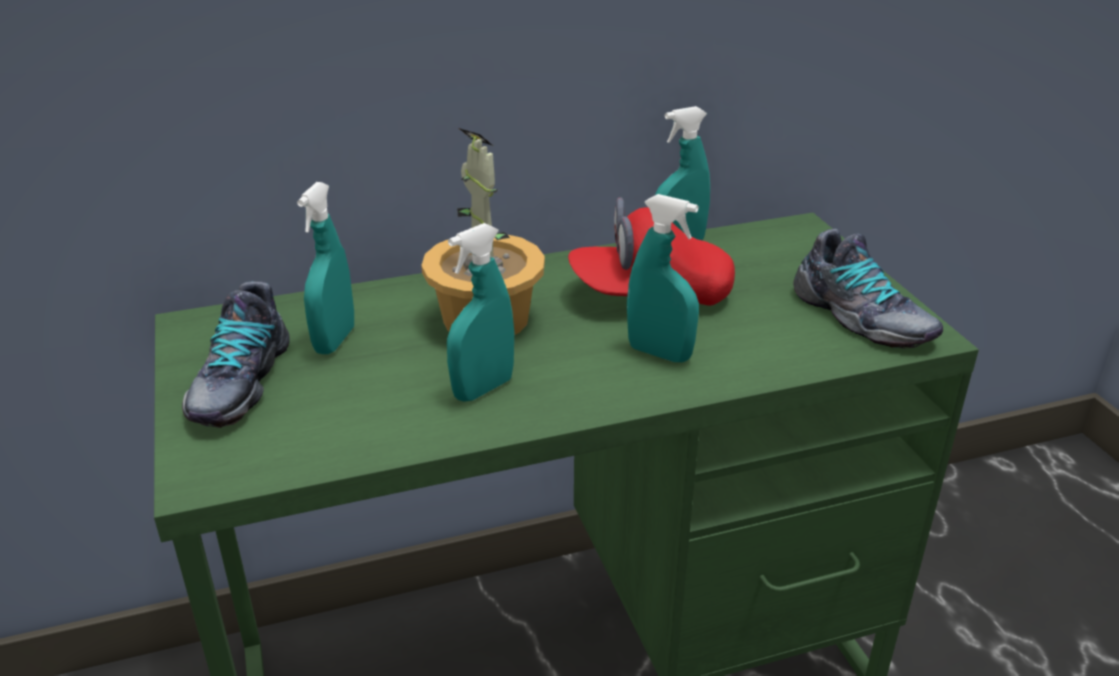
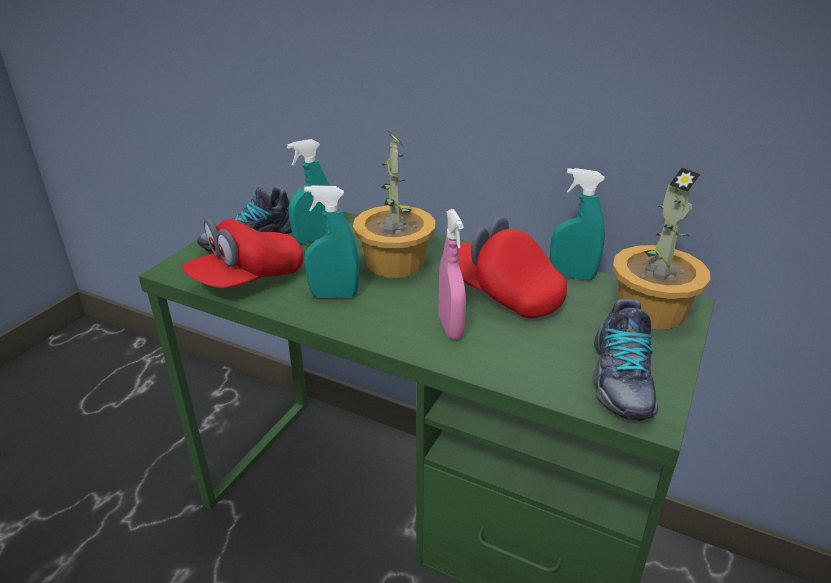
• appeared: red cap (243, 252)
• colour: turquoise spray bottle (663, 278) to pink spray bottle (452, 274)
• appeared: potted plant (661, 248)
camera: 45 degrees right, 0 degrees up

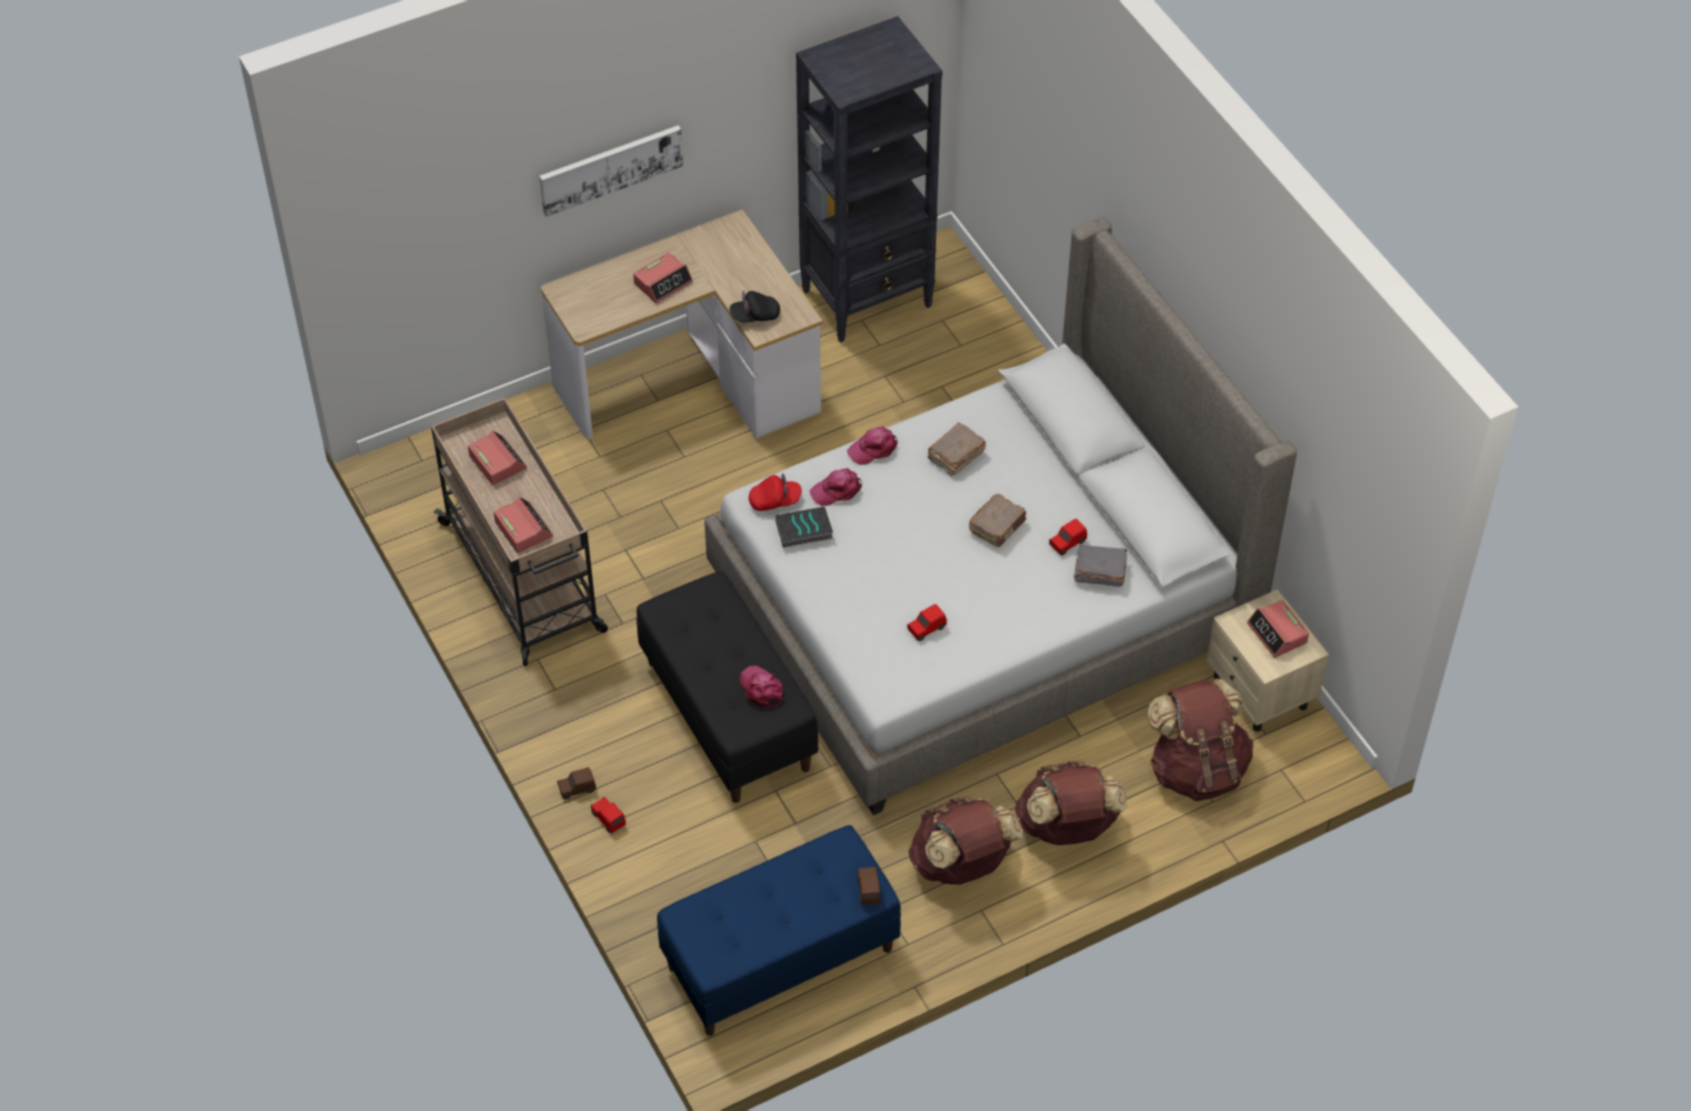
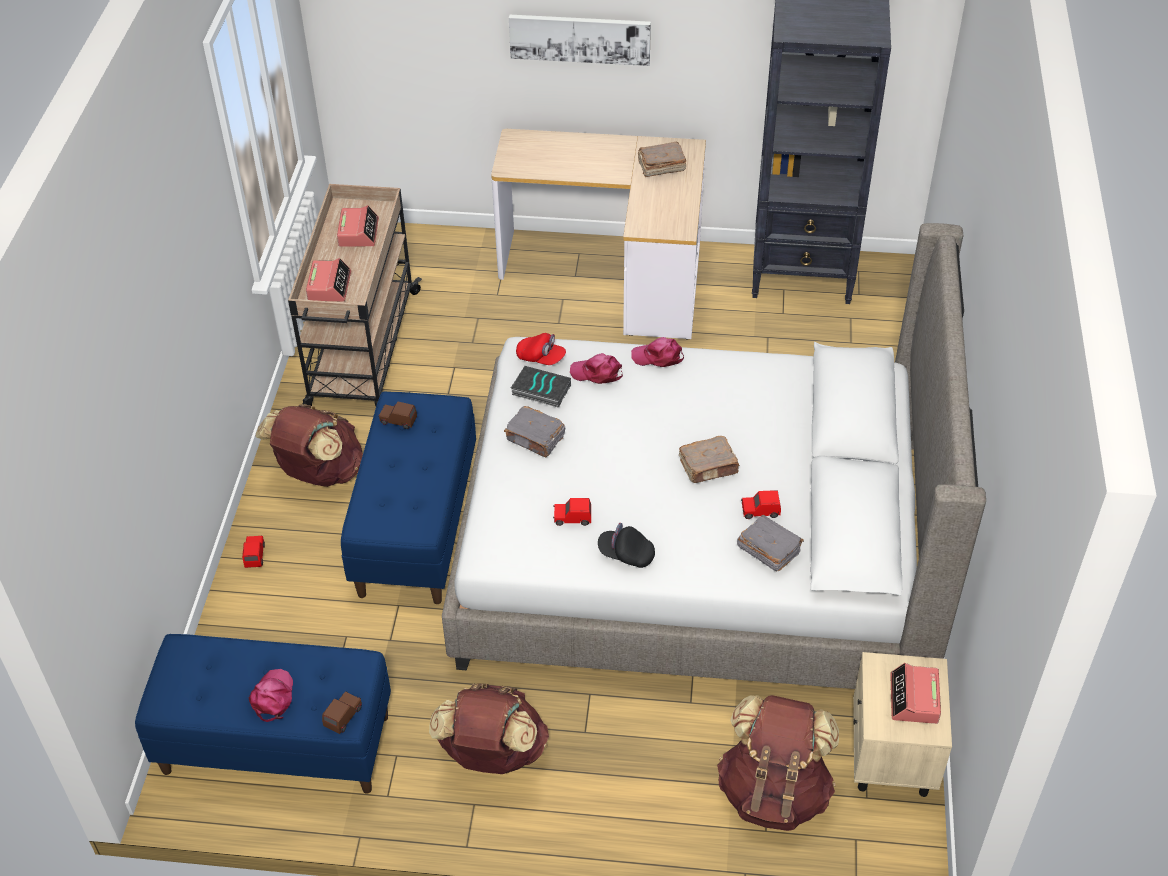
• relocated: pink cap (763, 687) to (271, 695)
• relocated: brown backpack (1071, 803) to (309, 445)
• colour: black bench (727, 687) to blue bench (408, 498)
• relocated: brown toy car (576, 783) to (398, 415)
• appeared: grey book (534, 432)
• relocated: black cap (754, 307) to (626, 545)
• relocated: brown book (957, 449) to (662, 159)
• missing: alarm clock (663, 278)
camera: 35 degrees right, 5 degrees down

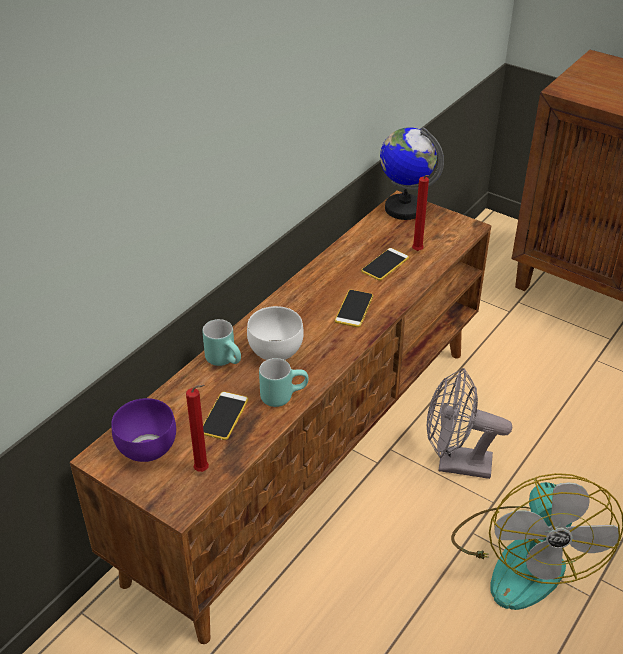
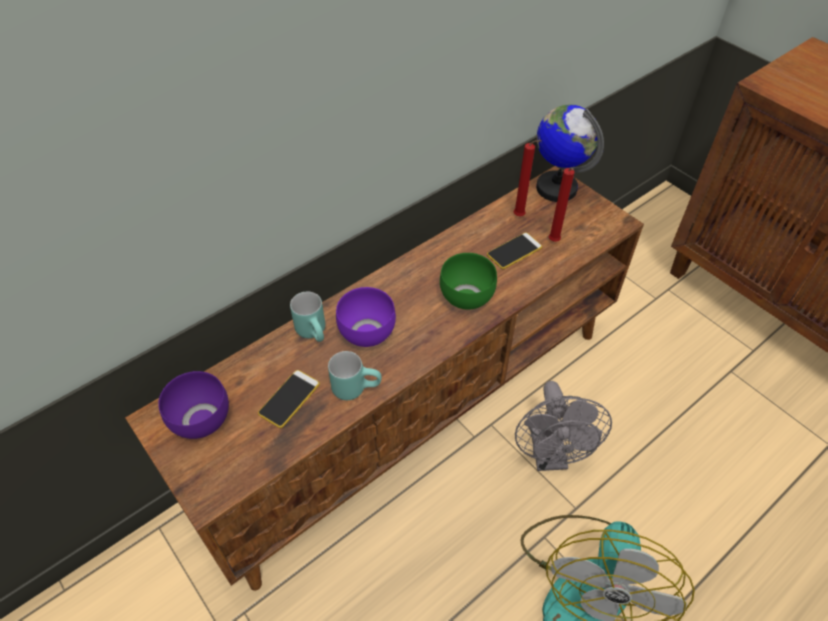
• colour: white bowl (275, 333) to purple bowl (366, 317)
• exchanged: phone (354, 308) to green bowl (468, 281)
• relocated: red candle (197, 428) to (528, 178)
• spun: grey fan (469, 423) = (563, 426) 120 degrees counterclockwise
camera: 15 degrees right, 10 degrees up

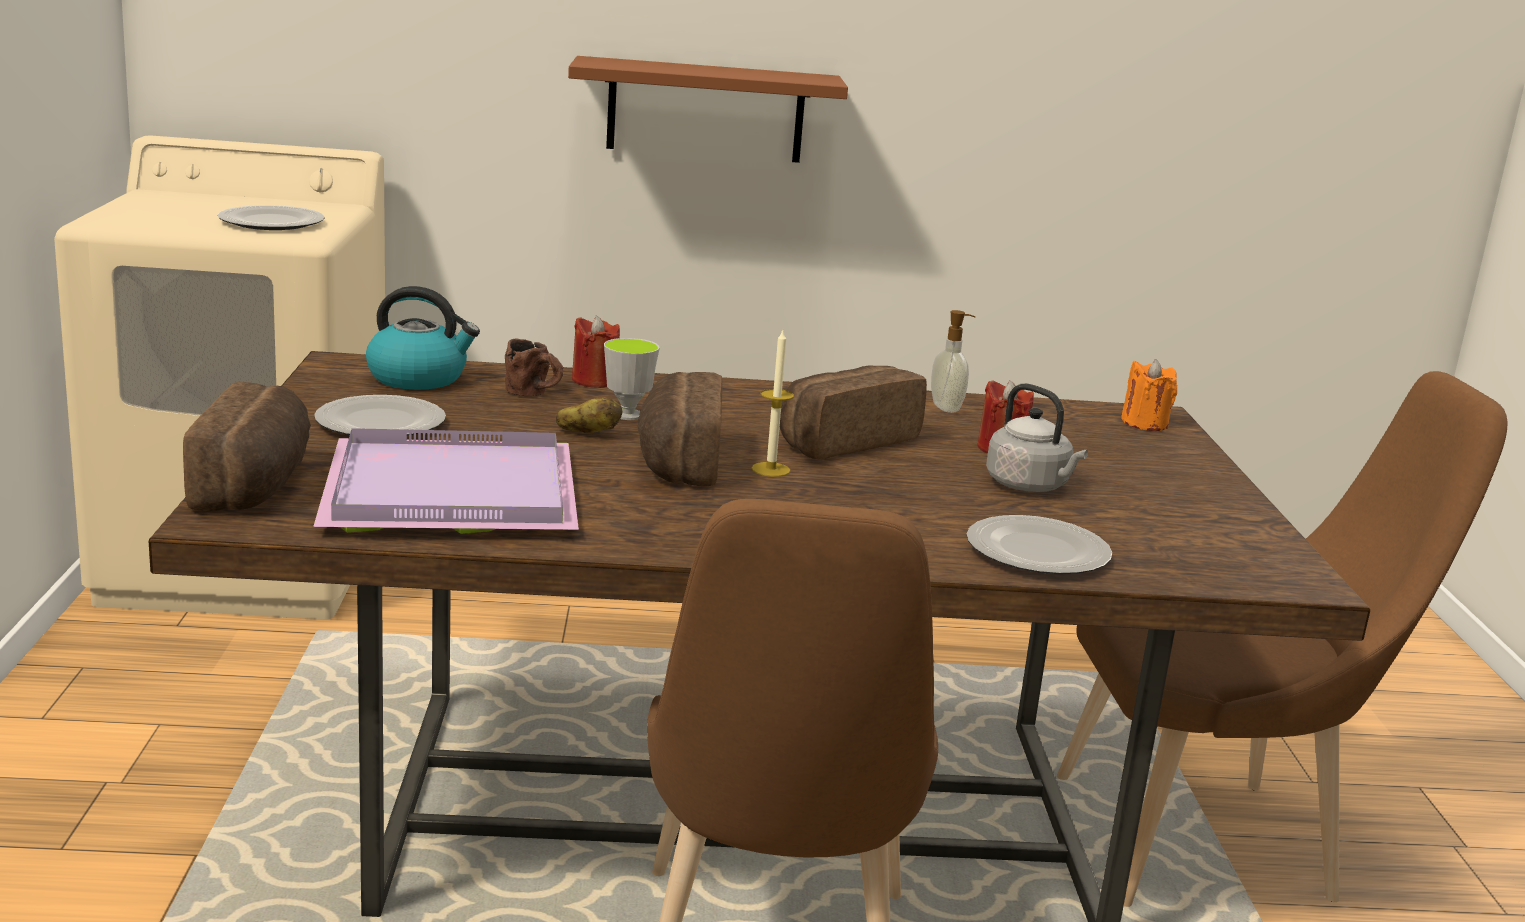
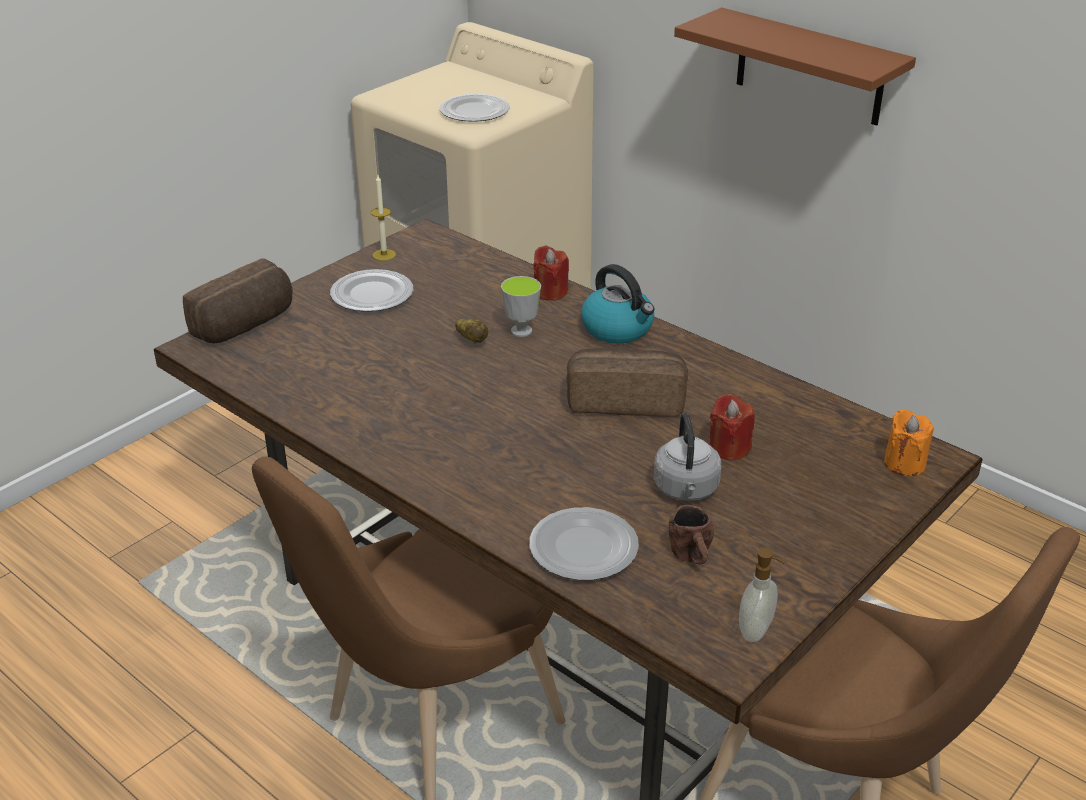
• relocated: candle (772, 403) to (383, 218)
• relocated: kettle (423, 338) to (617, 304)
• relocated: brown mug (534, 367) to (691, 535)
• relocated: soap dispenser (953, 361) to (762, 595)
• missing: purple tray (446, 481)
• missing: bread (680, 429)
camera: 45 degrees right, 15 degrees up

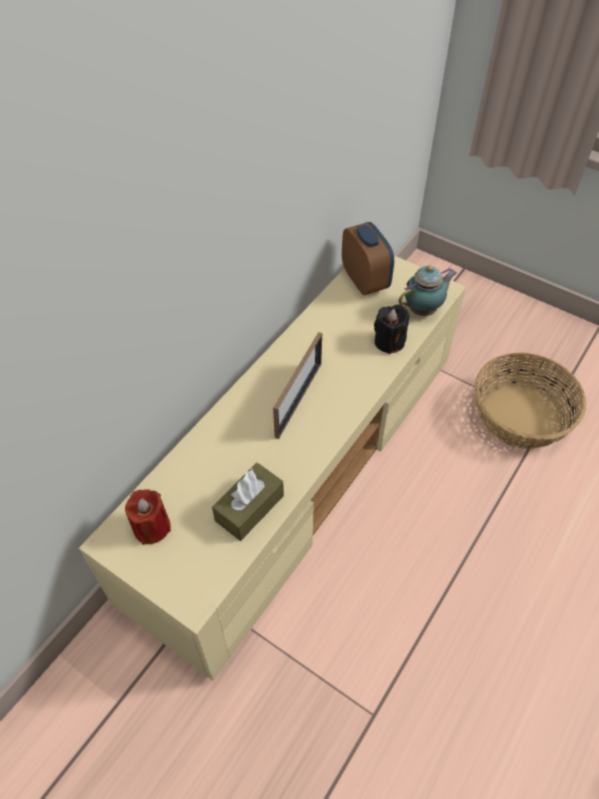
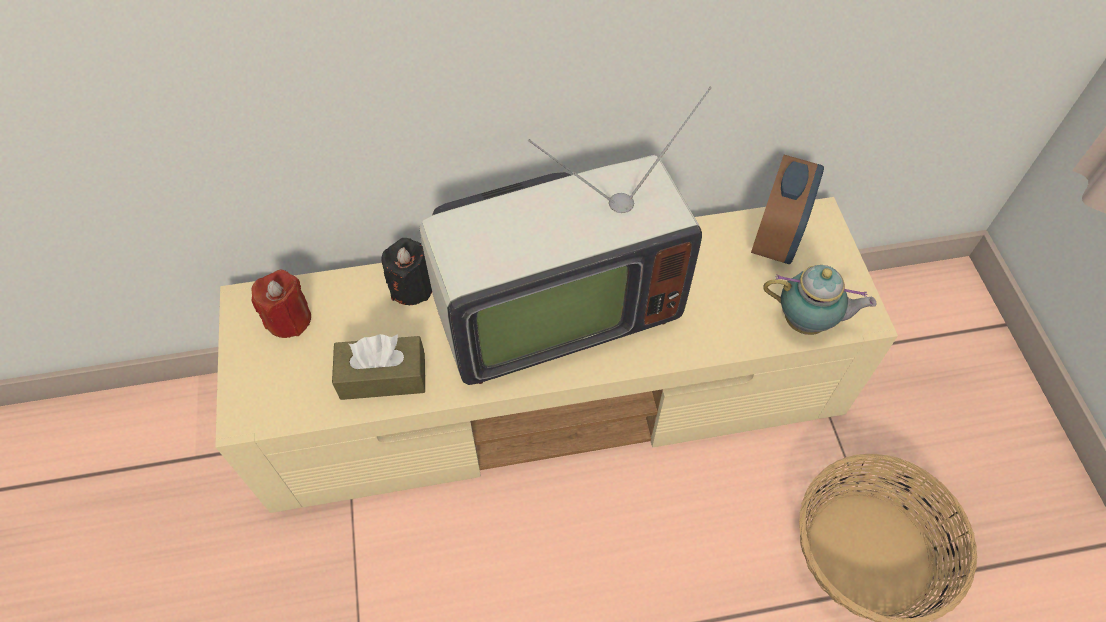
• relocated: black candle (391, 329) to (406, 271)
• exchanged: picture frame (297, 385) to television (565, 236)
camera: 45 degrees right, 5 degrees up

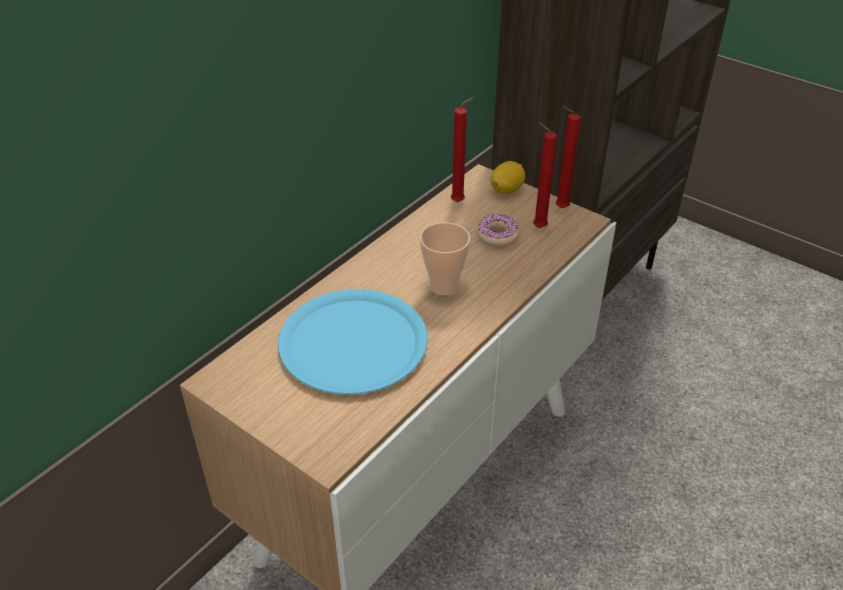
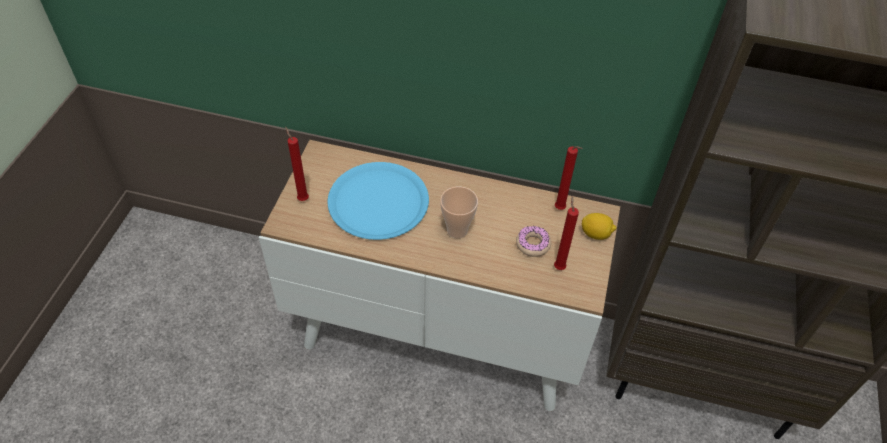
• relocated: red candle (568, 157) to (297, 164)
camera: 65 degrees right, 10 degrees up

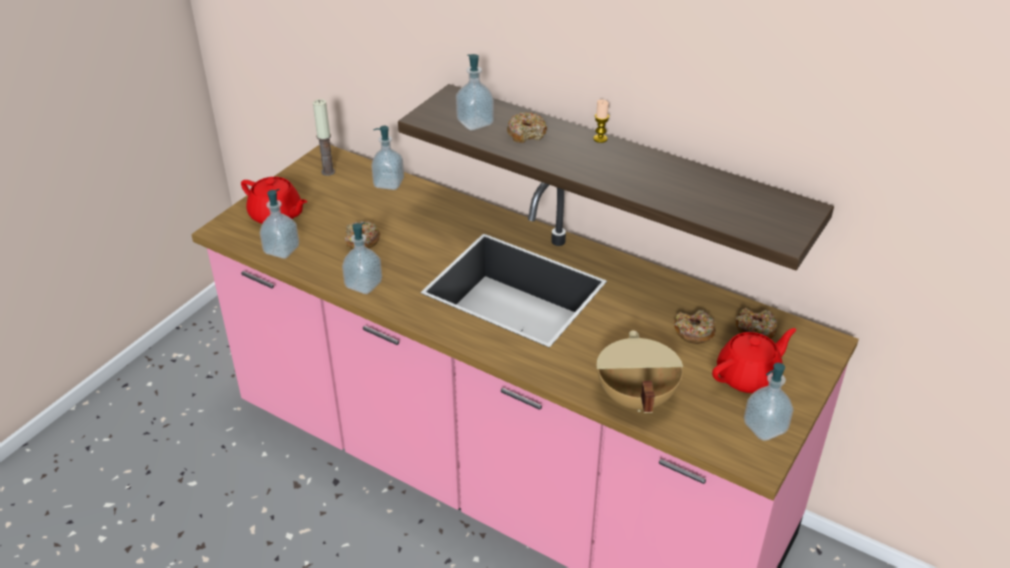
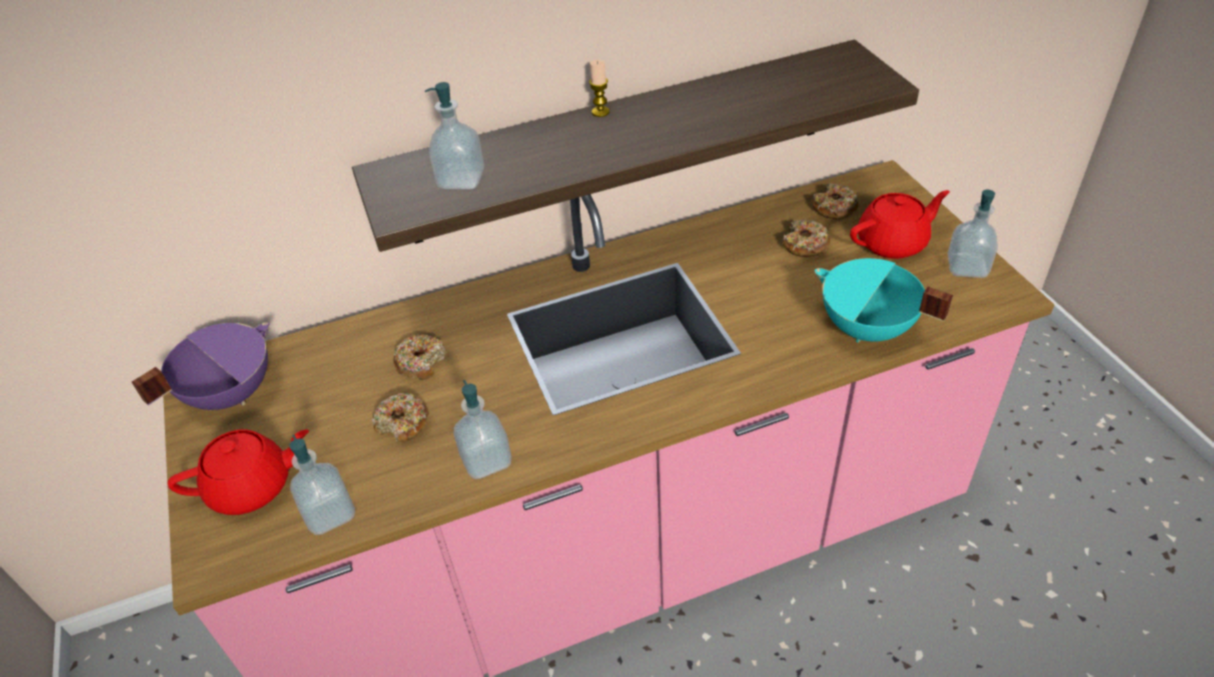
• exchanged: candle (324, 137) to purple cooking pot (201, 366)
• relocated: donut (527, 127) to (420, 357)
• colour: beige cooking pot (640, 371) to turquoise cooking pot (884, 300)
• spun: red teapot (754, 360) = (900, 224) 60 degrees clockwise
• missing: soap dispenser (387, 158)
camera: 50 degrees left, 5 degrees up

